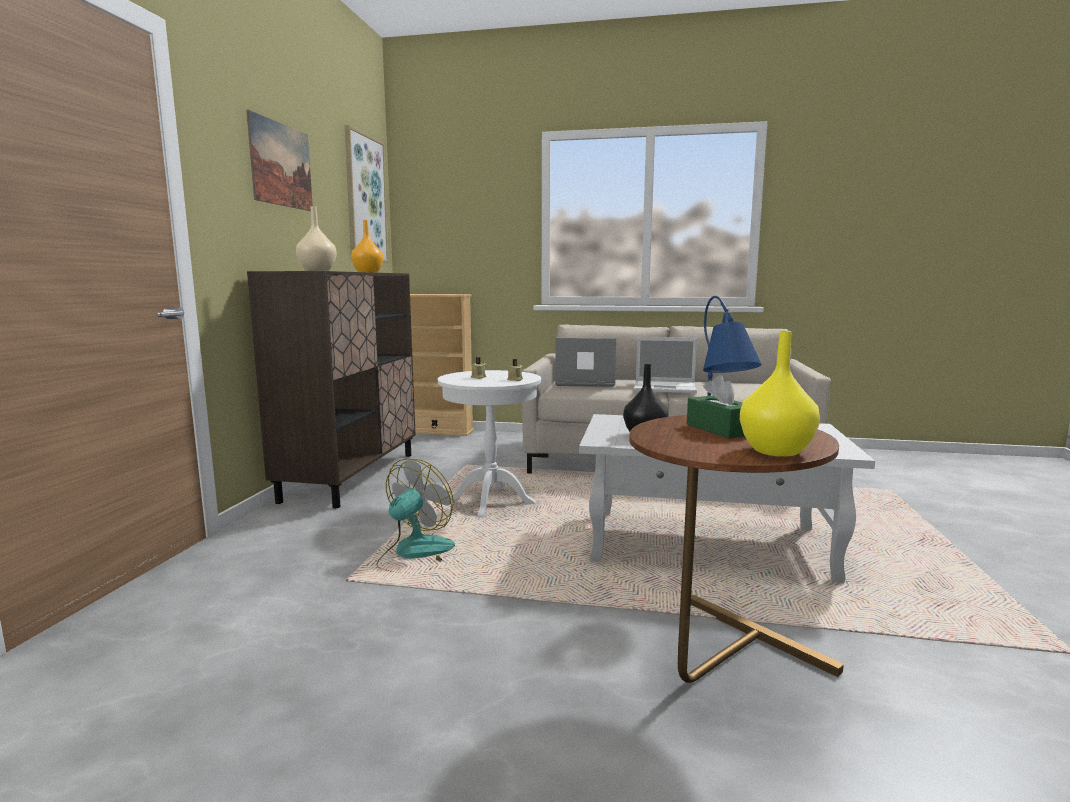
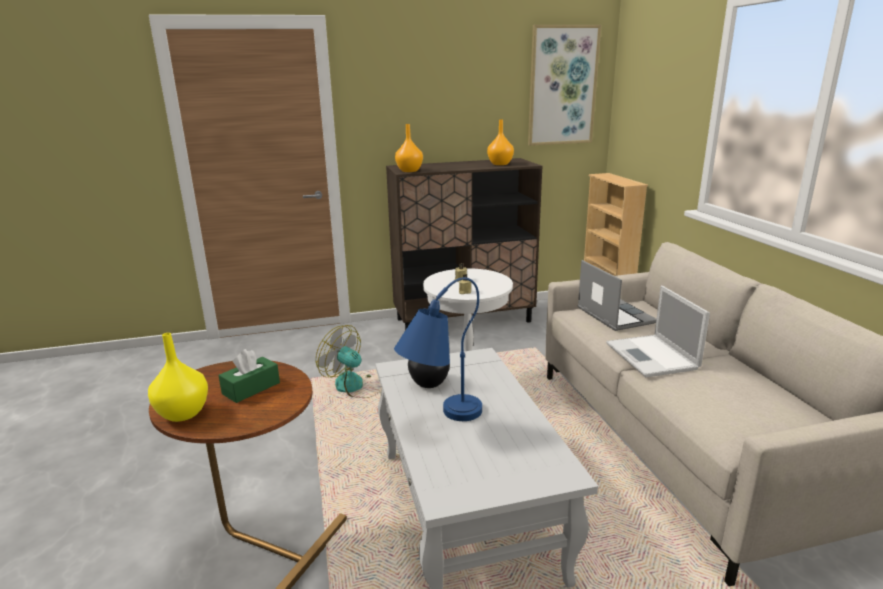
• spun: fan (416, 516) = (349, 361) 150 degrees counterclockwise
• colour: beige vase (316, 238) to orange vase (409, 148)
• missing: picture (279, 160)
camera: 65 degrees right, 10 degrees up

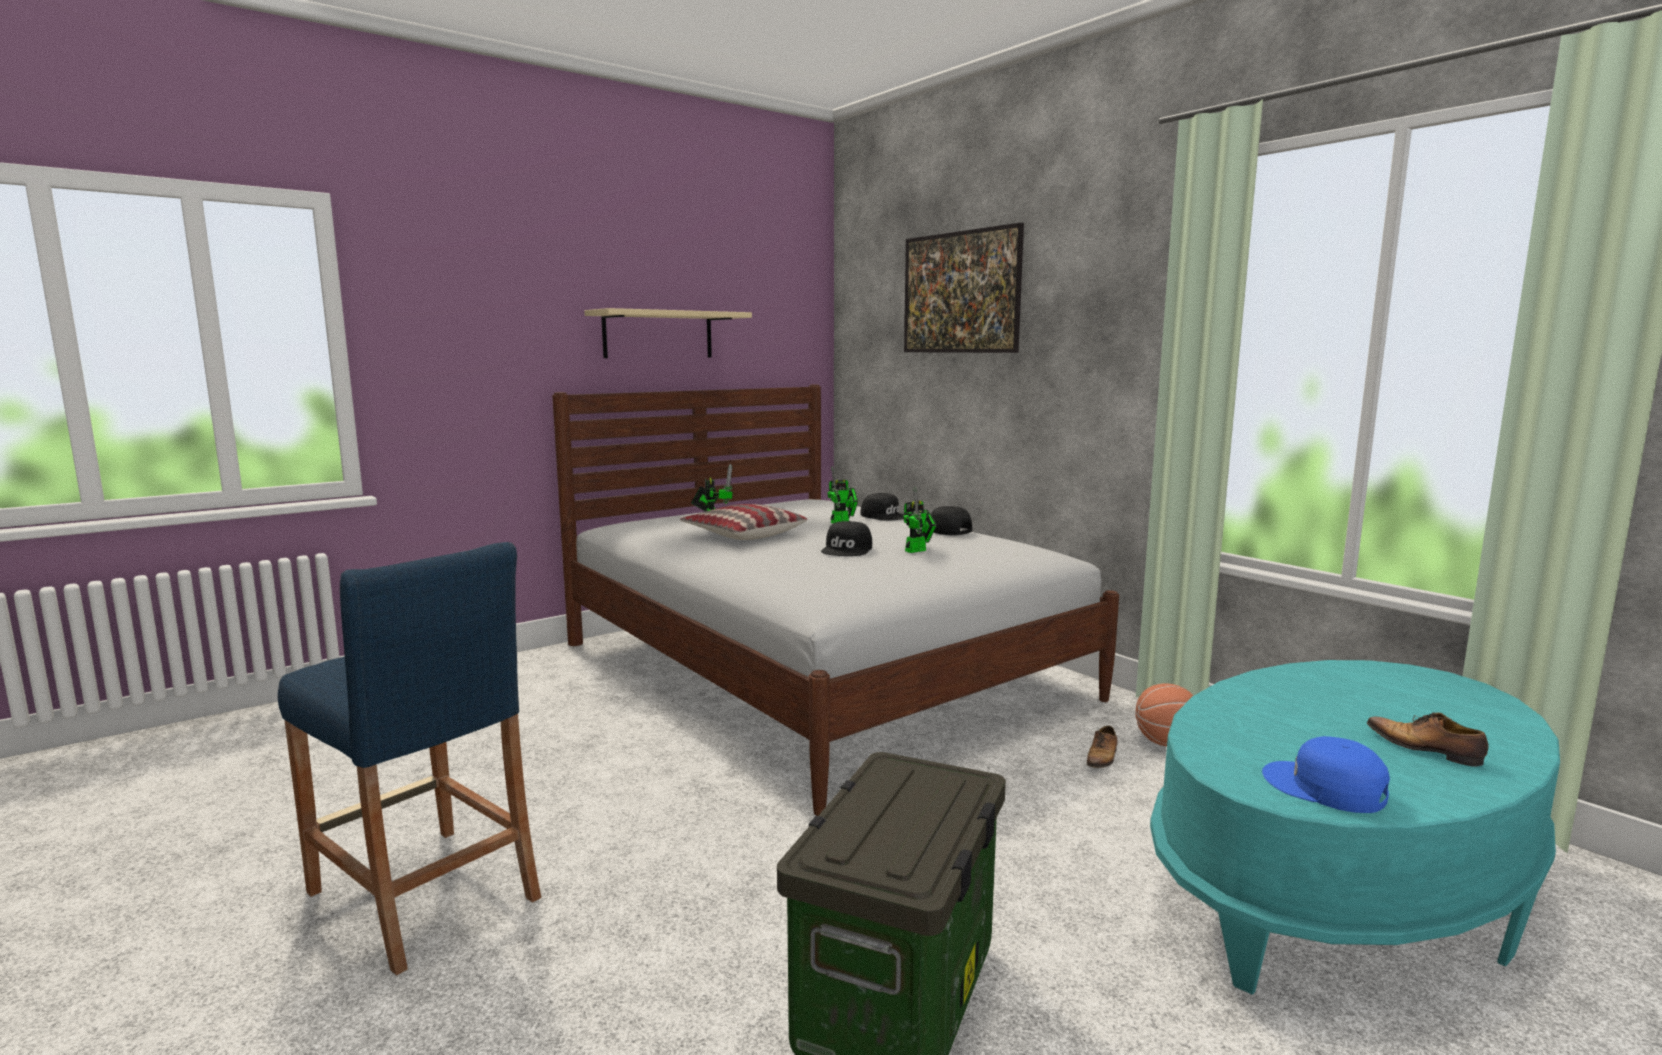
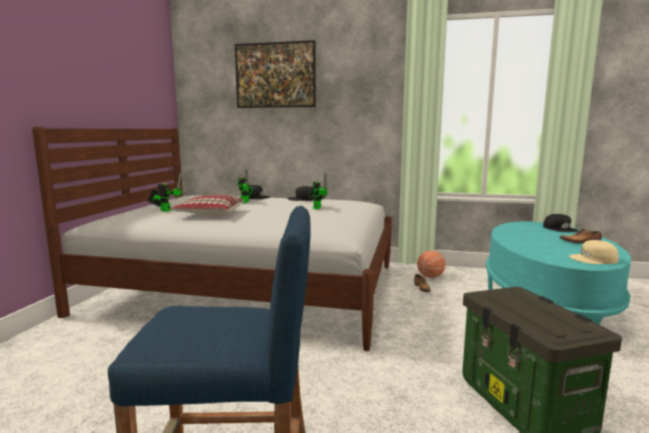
• relocated: black cap (846, 538) to (561, 223)
• colour: blue cap (1326, 774) to beige cap (594, 252)
• missing: beige shelf (668, 333)
camera: 40 degrees left, 0 degrees up

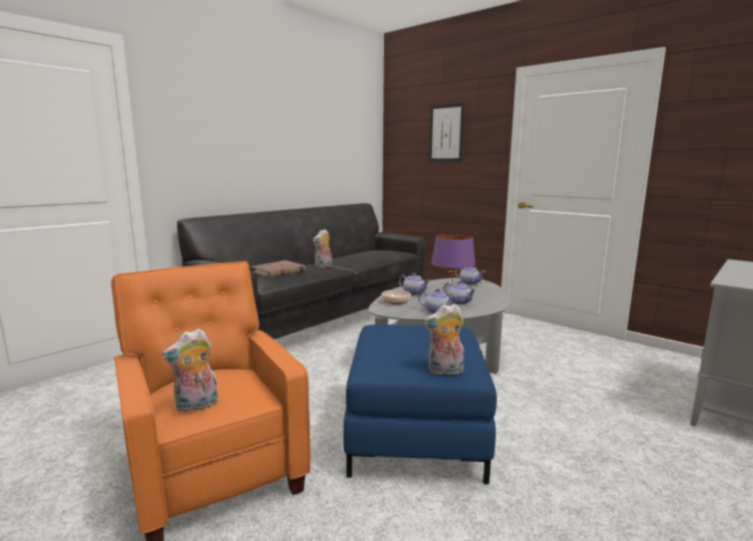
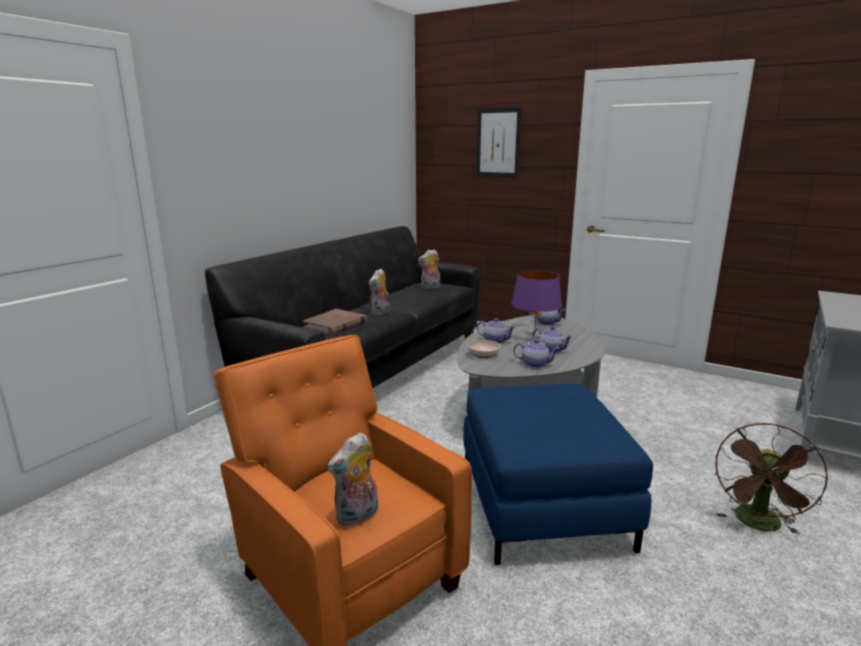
• relocated: plush toy (444, 339) to (429, 269)
• appeared: brown fan (771, 478)
camera: 10 degrees left, 5 degrees up

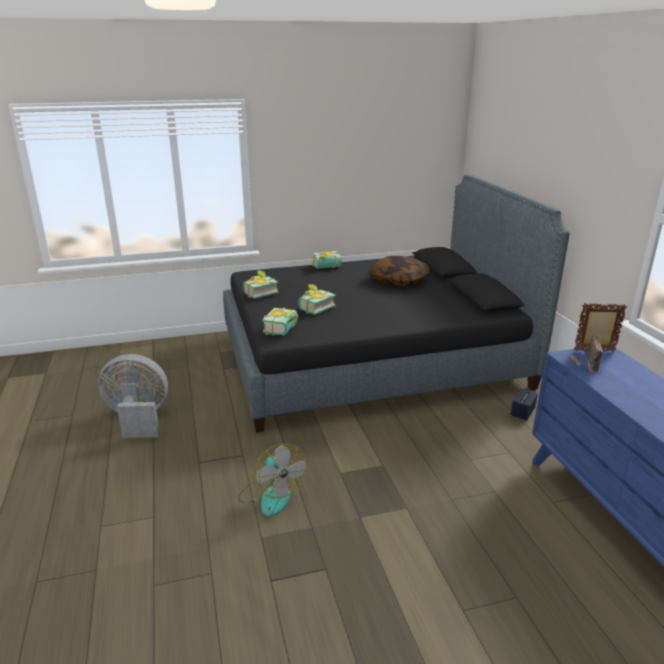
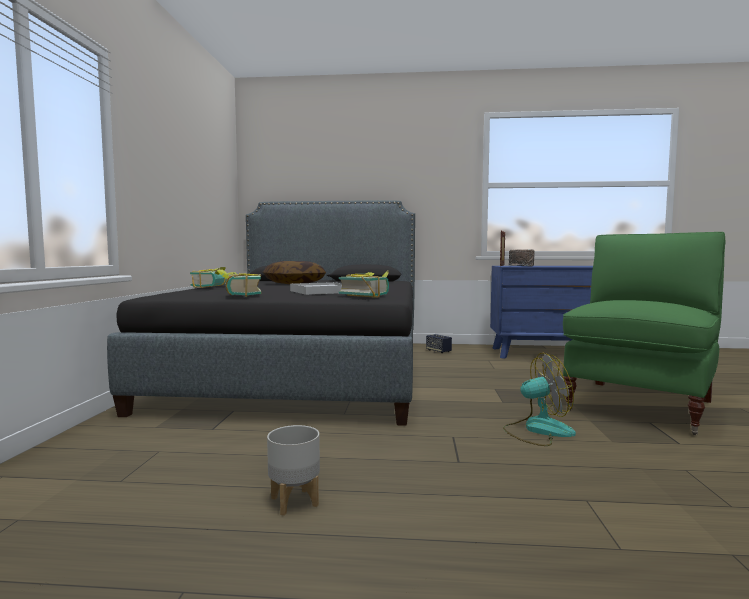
• exchanged: grey fan (133, 396) to grey planter (293, 470)
• exchanged: book (317, 299) to white tray (316, 288)
• appeared: green armchair (644, 333)
camera: 70 degrees left, 20 degrees down

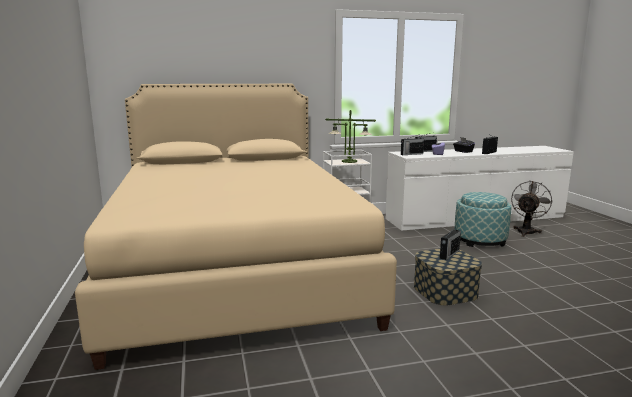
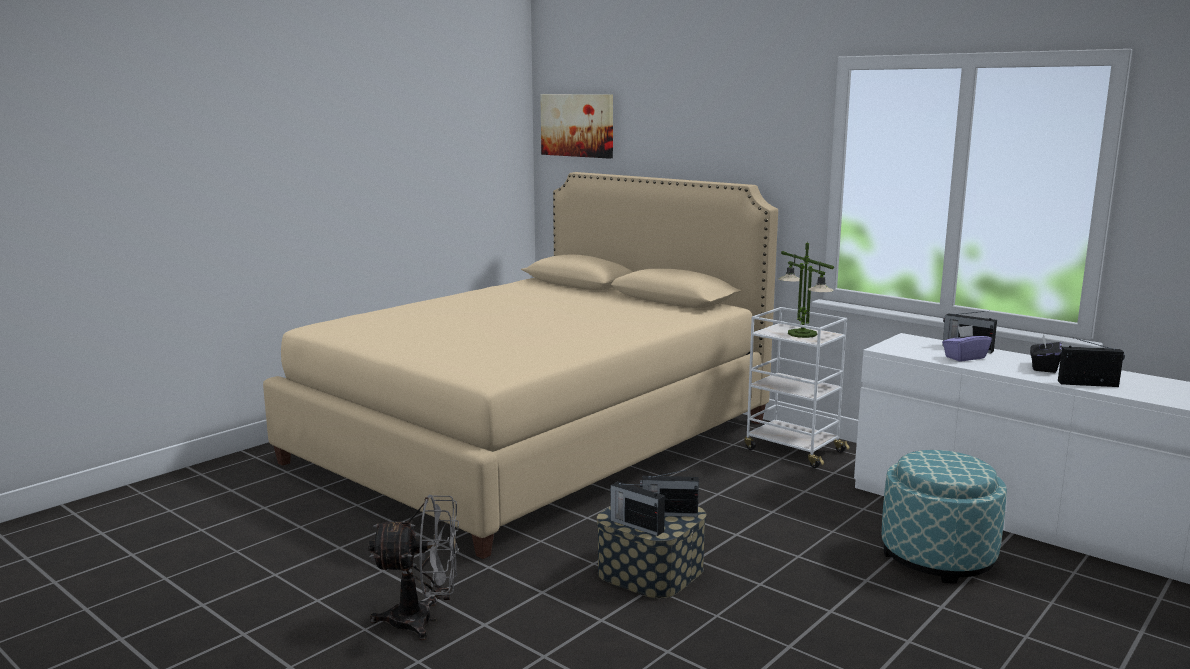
• relocated: grey fan (532, 209) to (413, 567)
• appeared: picture (576, 126)
• relocated: radio (412, 144) to (637, 508)
camera: 55 degrees right, 0 degrees up

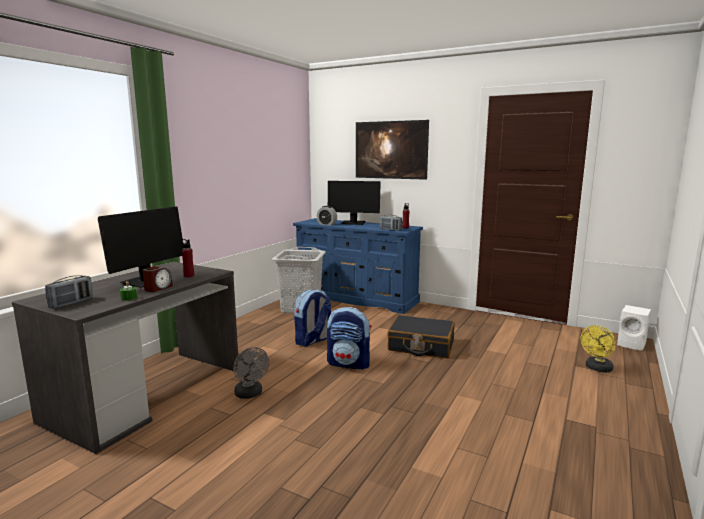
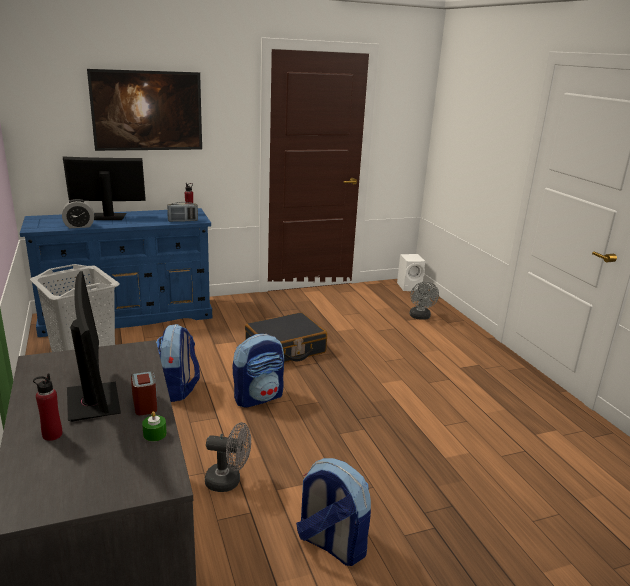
• relocated: red bottle (187, 258) to (47, 407)
• spun: monitor (354, 203) = (104, 188) 150 degrees counterclockwise
• appeared: backpack (333, 512)
• colour: yellow fan (598, 348) to grey fan (424, 301)
• missing: radio (69, 292)
camera: 50 degrees left, 10 degrees up

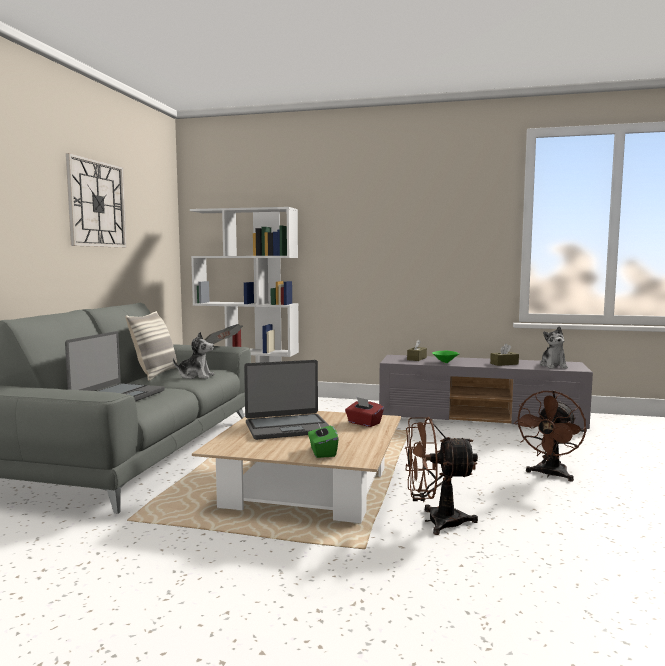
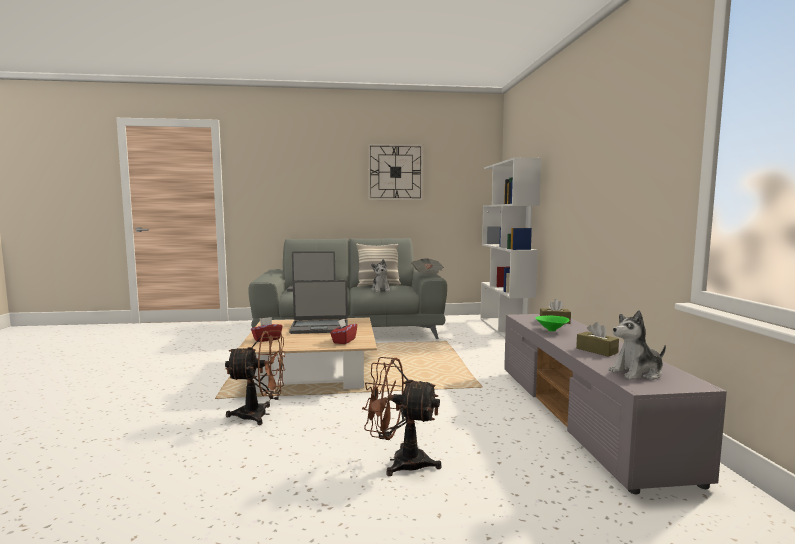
• spun: brown fan (441, 476) = (255, 378) 105 degrees clockwise
• colour: green tissue box (323, 441) to red tissue box (267, 329)
• spun: laptop (287, 400) = (318, 307) 60 degrees counterclockwise
camera: 70 degrees right, 0 degrees up

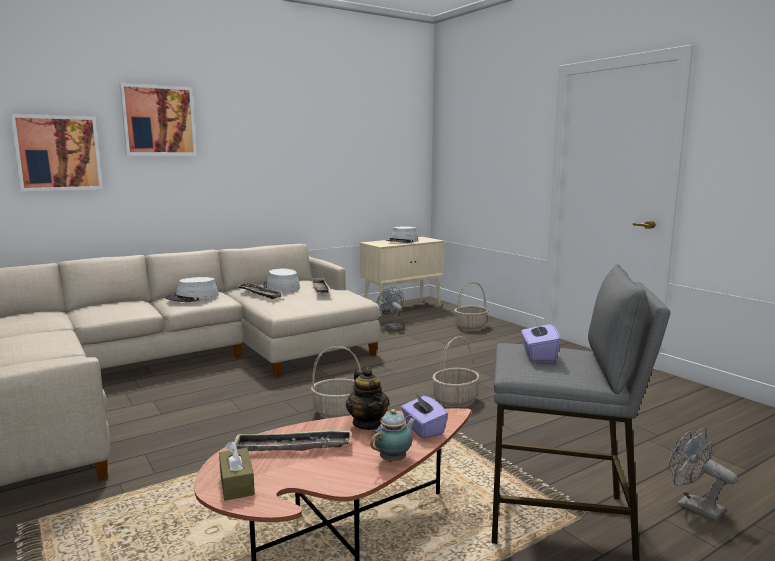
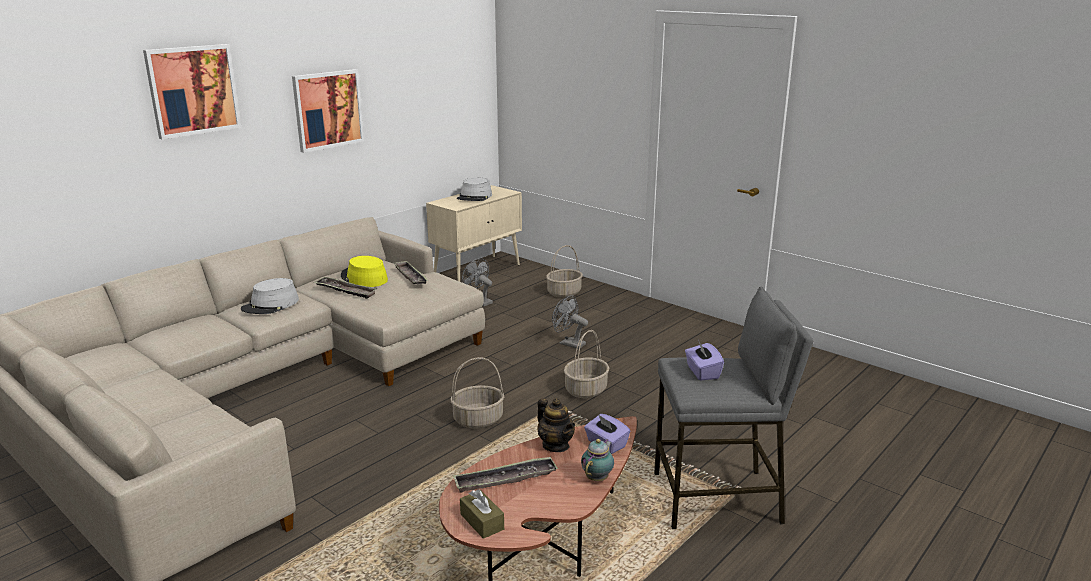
• relocated: picture (57, 152) to (328, 111)
• colour: grey hat (281, 280) to yellow hat (364, 271)
• relocated: grey fan (703, 474) to (570, 322)
camera: 15 degrees left, 10 degrees up

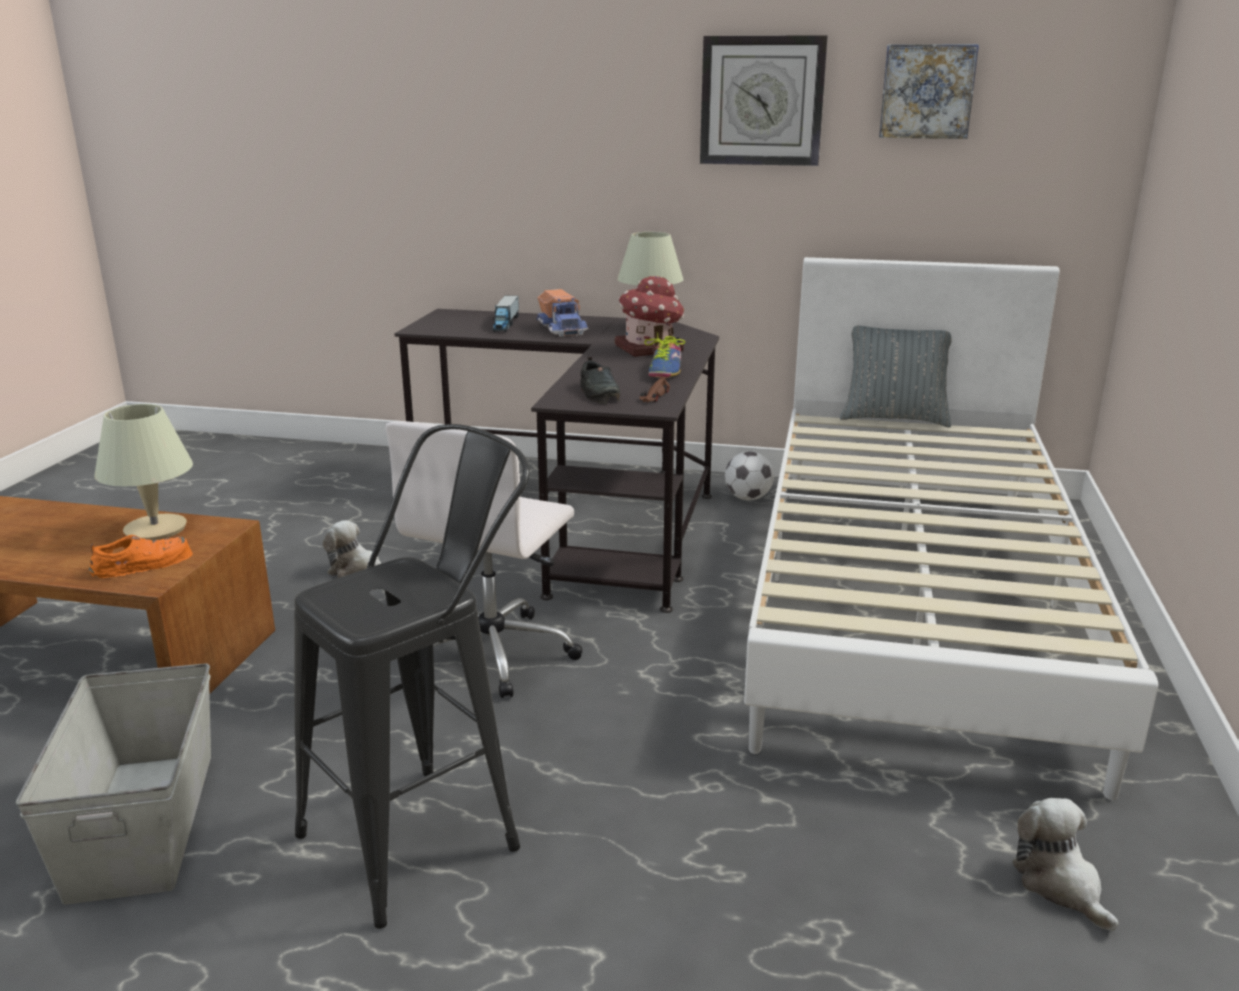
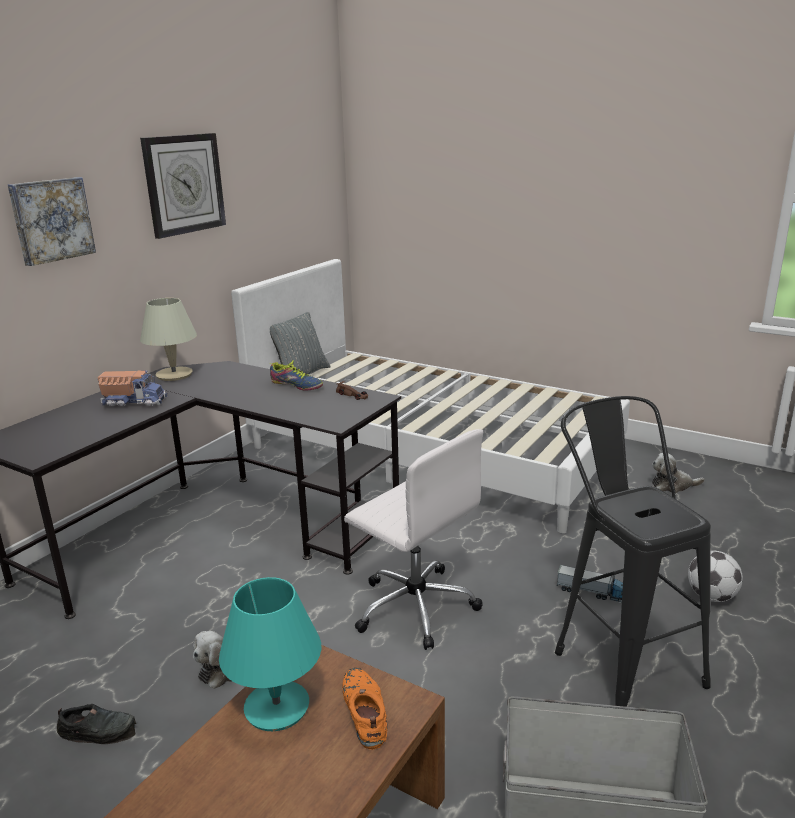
• relocated: picture (929, 91) to (52, 221)
• relocated: black shoe (600, 381) to (96, 724)
• colour: beige table lamp (143, 472) to turquoise table lamp (270, 654)
• relocated: toy truck (505, 314) to (590, 584)
• relocated: football (749, 475) to (715, 576)
• missing: toy house (649, 316)
camera: 70 degrees left, 0 degrees up

